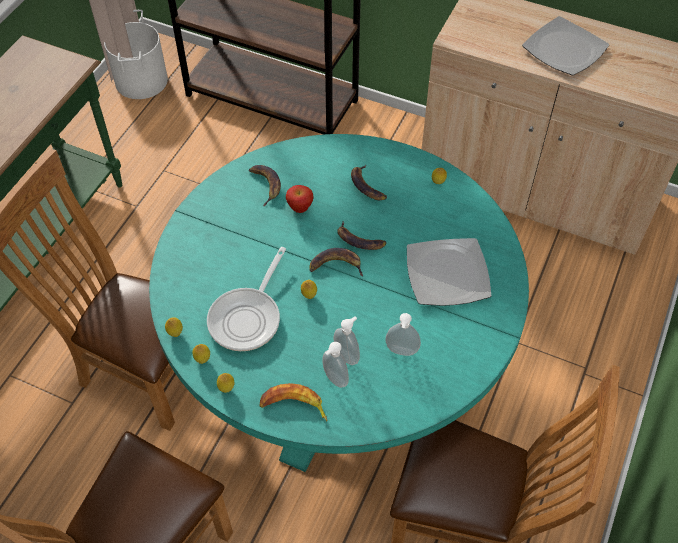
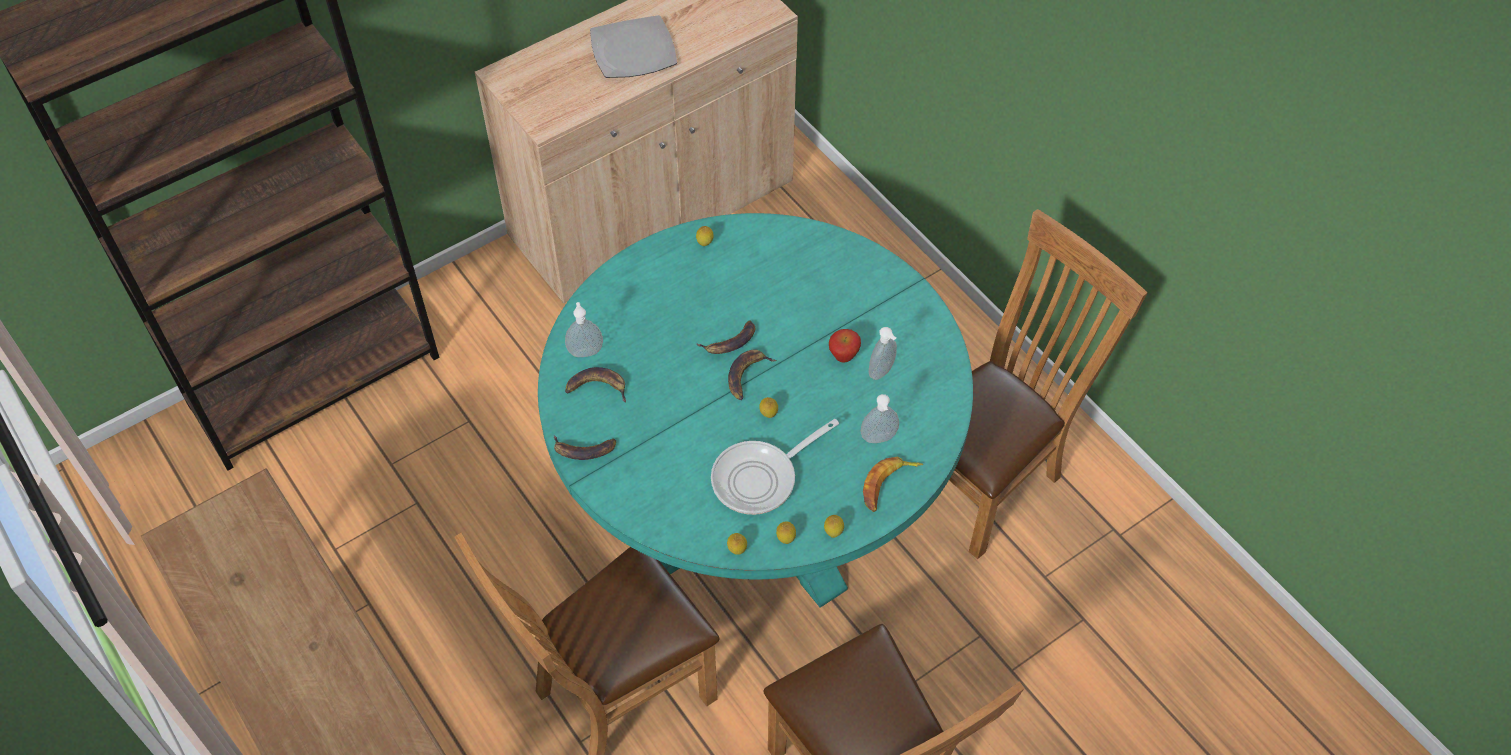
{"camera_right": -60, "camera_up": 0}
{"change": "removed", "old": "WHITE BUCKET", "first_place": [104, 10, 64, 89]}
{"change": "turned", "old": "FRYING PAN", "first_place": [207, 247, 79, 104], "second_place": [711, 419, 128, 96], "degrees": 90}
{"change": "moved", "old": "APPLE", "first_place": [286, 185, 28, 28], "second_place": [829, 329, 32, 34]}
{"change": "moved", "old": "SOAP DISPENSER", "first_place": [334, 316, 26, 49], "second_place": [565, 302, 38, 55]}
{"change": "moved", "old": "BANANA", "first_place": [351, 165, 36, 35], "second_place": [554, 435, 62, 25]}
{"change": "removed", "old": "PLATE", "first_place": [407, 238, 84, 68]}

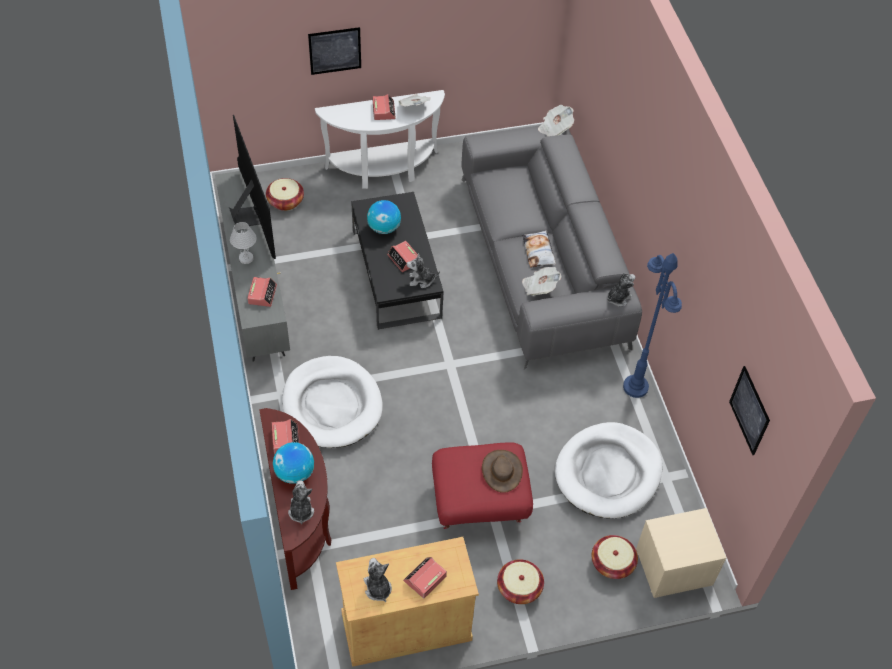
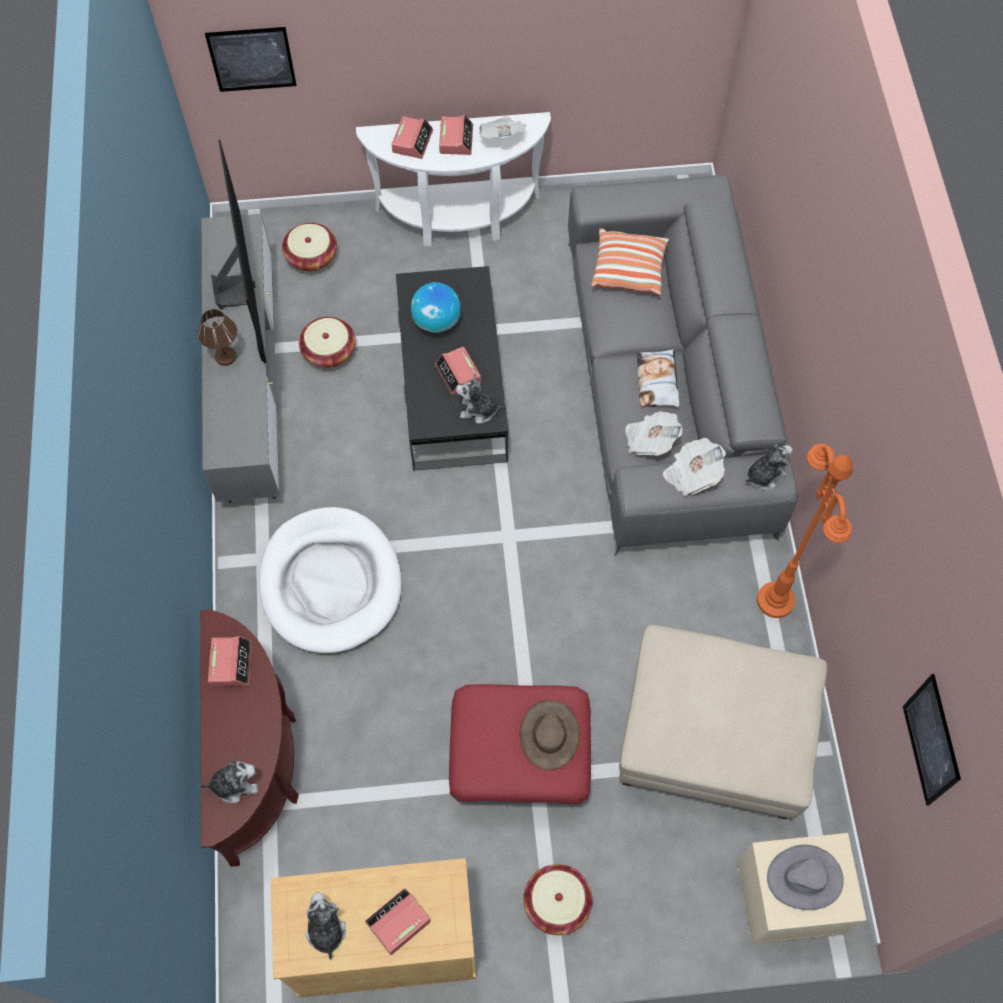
{"camera_right": 10, "camera_up": 10}
{"change": "recoloured", "old": "WHITE TABLE LAMP", "new": "BROWN TABLE LAMP", "first_place": [230, 222, 27, 42], "second_place": [198, 309, 39, 57]}
{"change": "moved", "old": "ALARM CLOCK", "first_place": [247, 277, 30, 30], "second_place": [392, 116, 41, 43]}
{"change": "removed", "old": "GLOBE", "first_place": [273, 442, 41, 42]}
{"change": "turned", "old": "PLUSH TOY", "first_place": [288, 480, 26, 44], "second_place": [199, 761, 60, 42], "degrees": 75}
{"change": "moved", "old": "PICTURE", "first_place": [308, 27, 53, 48], "second_place": [205, 27, 92, 65]}
{"change": "moved", "old": "NEWSPAPER", "first_place": [538, 105, 36, 31], "second_place": [663, 438, 63, 58]}
{"change": "replaced", "old": "WHITE DOG BED", "new": "BEIGE OTTOMAN", "first_place": [555, 422, 108, 97], "second_place": [619, 625, 208, 194]}
{"change": "moved", "old": "BASKET", "first_place": [591, 535, 47, 44], "second_place": [299, 317, 57, 51]}
{"change": "recoloured", "old": "BLUE FLOOR LAMP", "new": "ORANGE FLOOR LAMP", "first_place": [623, 253, 59, 145], "second_place": [757, 444, 96, 174]}
{"change": "added", "new": "PILLOW", "second_place": [591, 228, 78, 67]}
{"change": "added", "new": "GREY HAT", "second_place": [767, 845, 77, 65]}

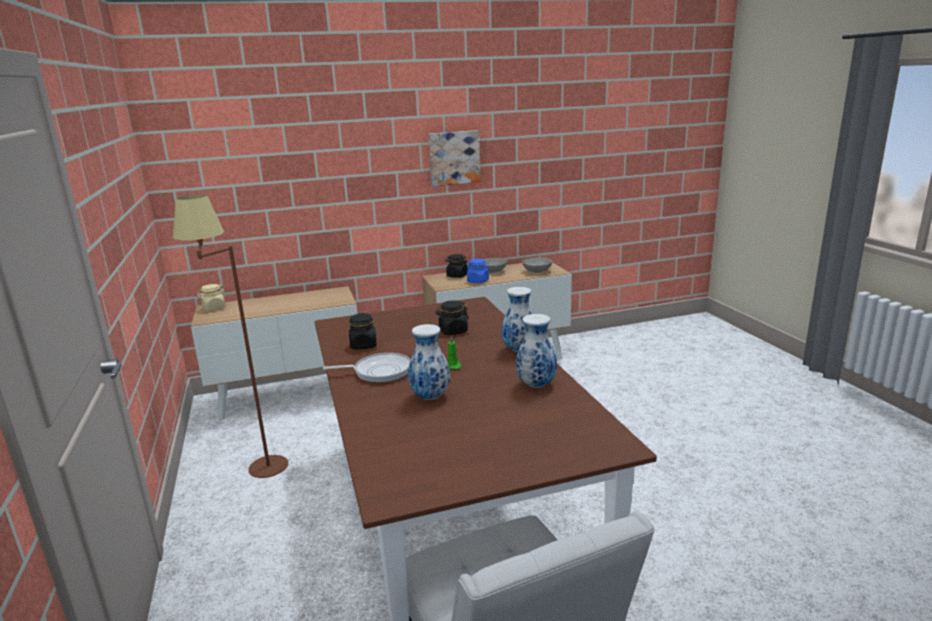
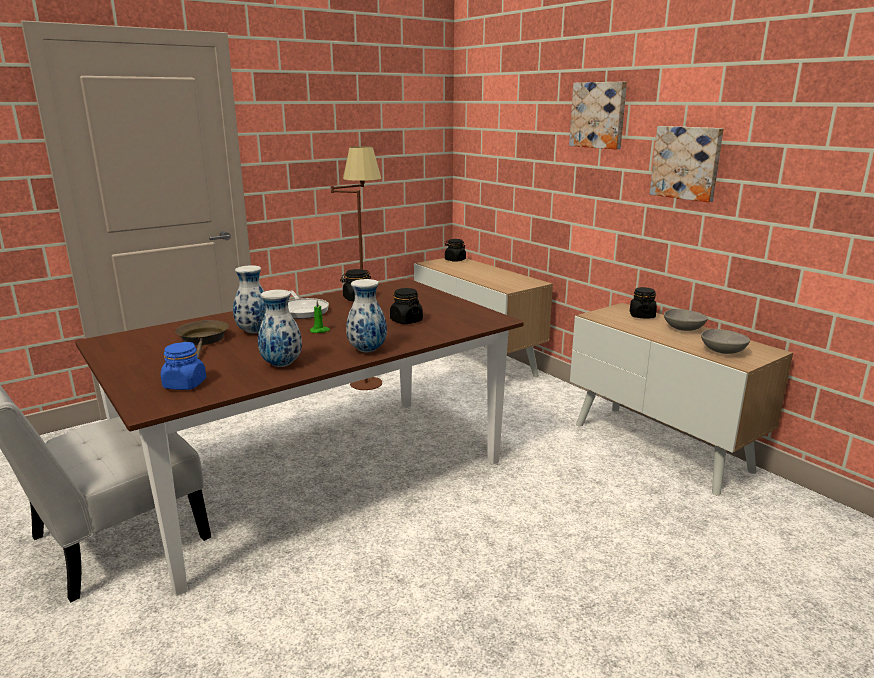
{"camera_right": 70, "camera_up": 0}
{"change": "recoloured", "old": "BEIGE JAR", "new": "BLACK JAR", "first_place": [197, 284, 29, 27], "second_place": [445, 239, 21, 23]}
{"change": "moved", "old": "BLUE JAR", "first_place": [466, 259, 24, 24], "second_place": [161, 342, 45, 48]}
{"change": "added", "new": "BROWN FRYING PAN", "second_place": [175, 320, 54, 39]}
{"change": "added", "new": "PICTURE", "second_place": [569, 82, 58, 67]}

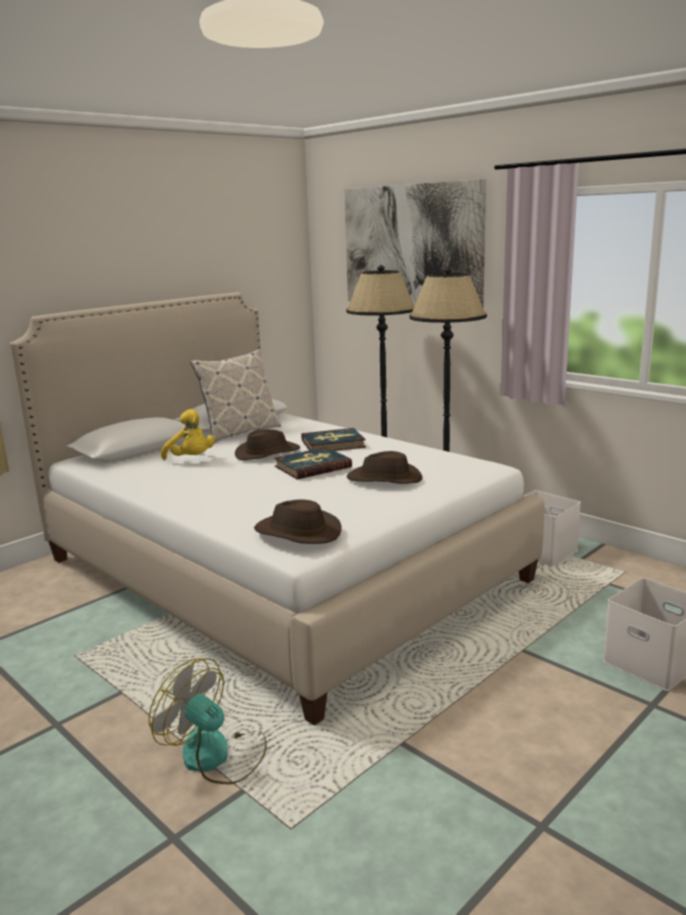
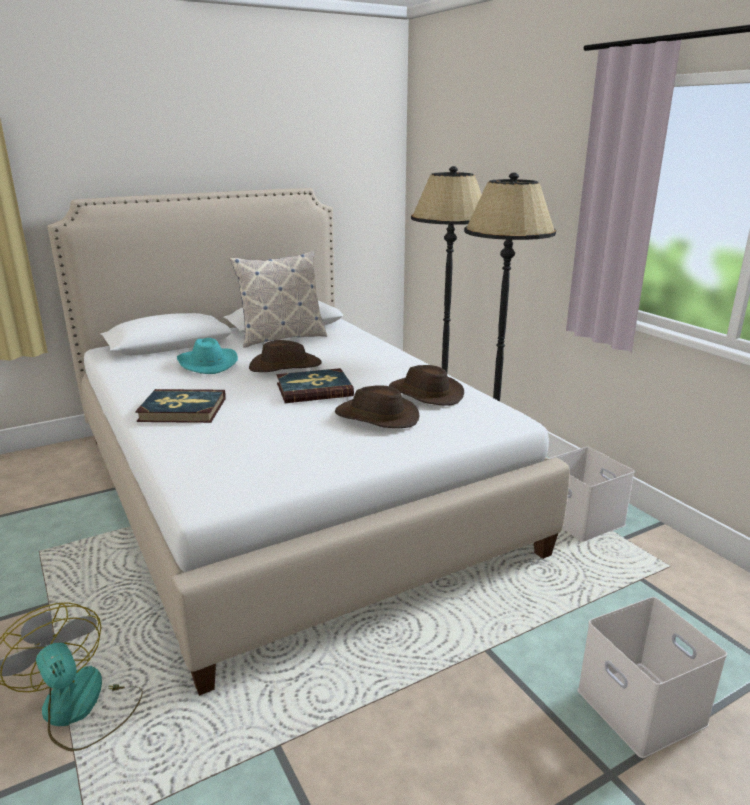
{"camera_right": 15, "camera_up": 5}
{"change": "replaced", "old": "YELLOW PLUSH TOY", "new": "TURQUOISE HAT", "first_place": [161, 409, 54, 51], "second_place": [177, 338, 61, 36]}
{"change": "moved", "old": "BROWN HAT", "first_place": [254, 499, 87, 45], "second_place": [389, 365, 75, 41]}
{"change": "moved", "old": "BOOK", "first_place": [301, 428, 65, 23], "second_place": [135, 389, 91, 34]}
{"change": "removed", "old": "PICTURE", "first_place": [344, 179, 142, 128]}

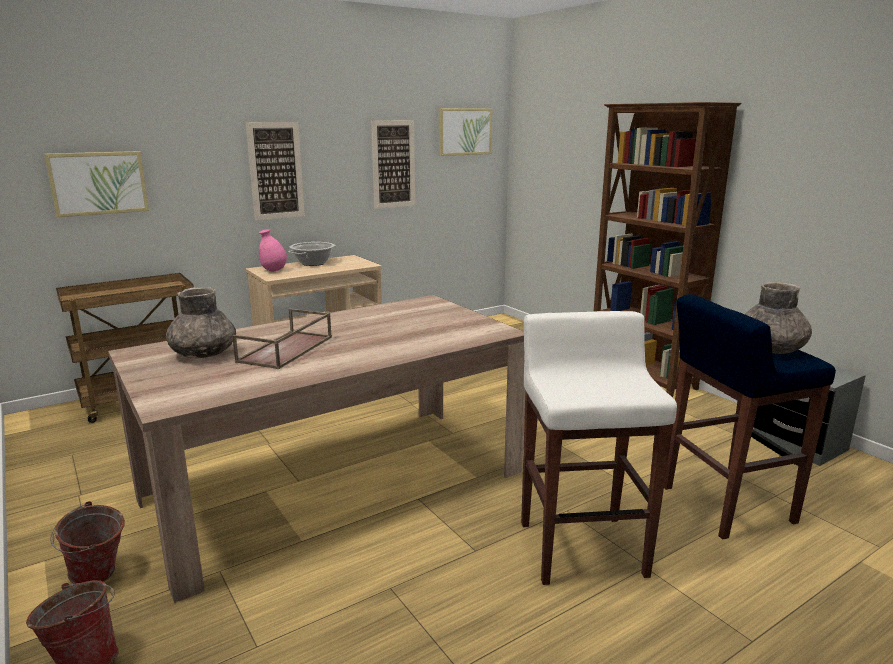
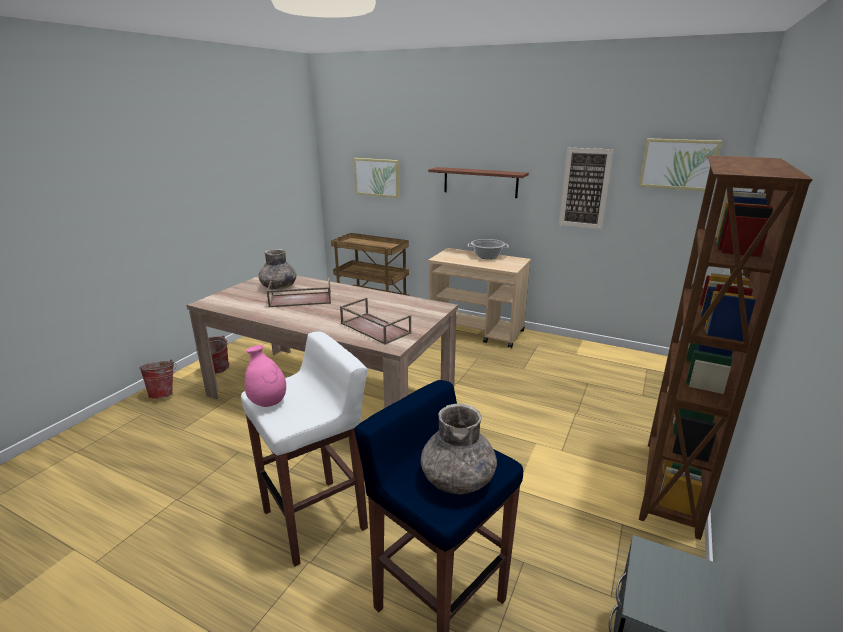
{"camera_right": 60, "camera_up": 5}
{"change": "replaced", "old": "PICTURE", "new": "SHELF", "first_place": [246, 122, 59, 98], "second_place": [428, 167, 101, 31]}
{"change": "moved", "old": "PINK VASE", "first_place": [259, 229, 28, 43], "second_place": [245, 345, 41, 62]}
{"change": "added", "new": "BROWN TRAY", "second_place": [340, 298, 72, 47]}

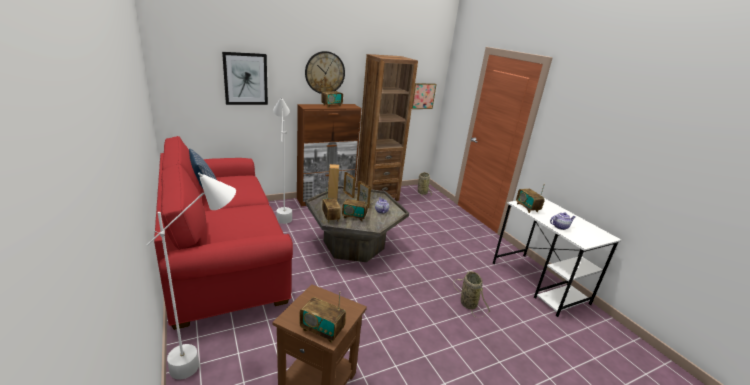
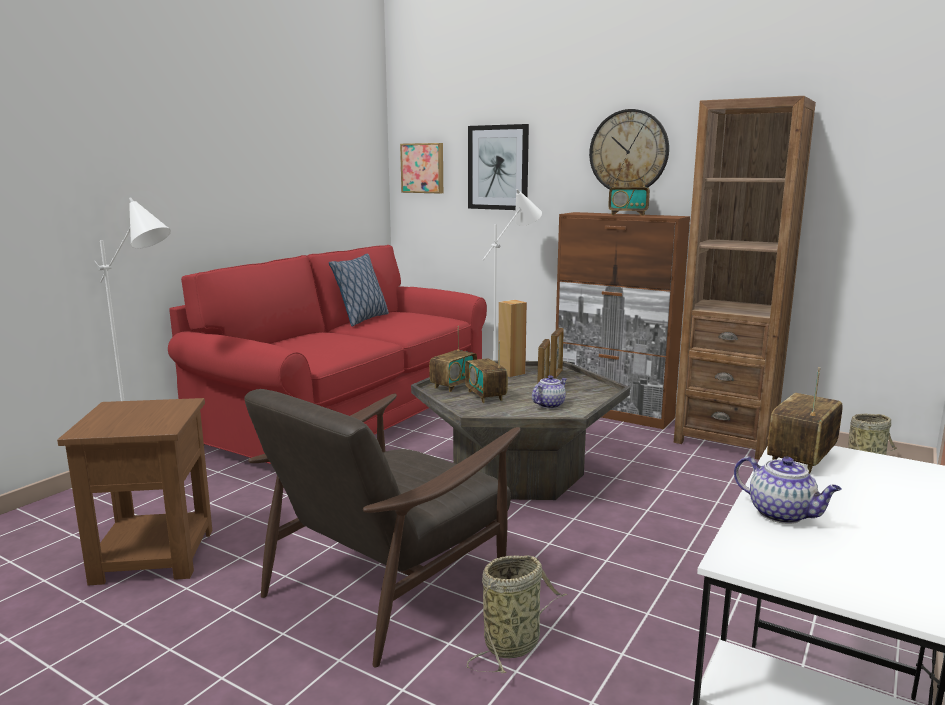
{"camera_right": 60, "camera_up": -10}
{"change": "removed", "old": "RADIO", "first_place": [299, 292, 47, 51]}
{"change": "moved", "old": "PICTURE", "first_place": [412, 83, 24, 26], "second_place": [400, 143, 43, 51]}
{"change": "added", "new": "BROWN ARMCHAIR", "second_place": [244, 389, 277, 278]}

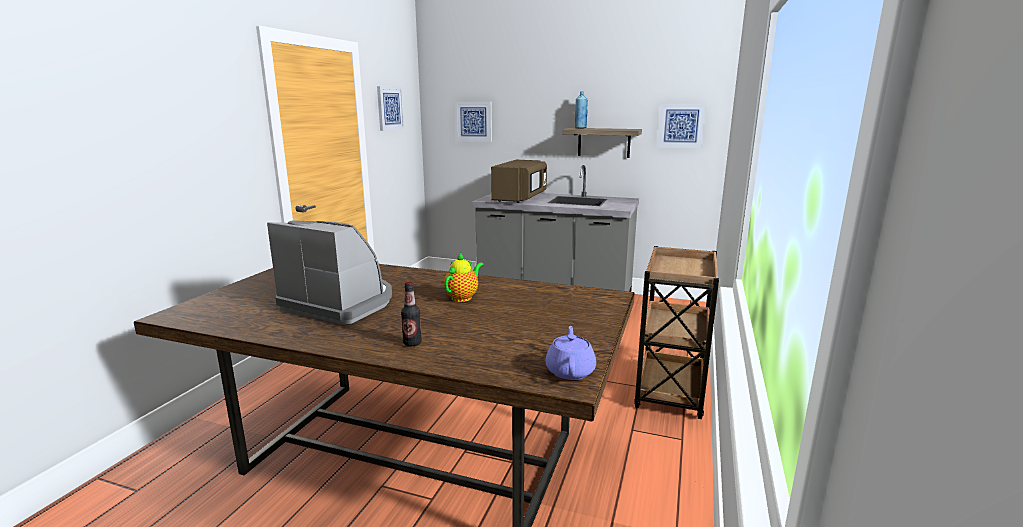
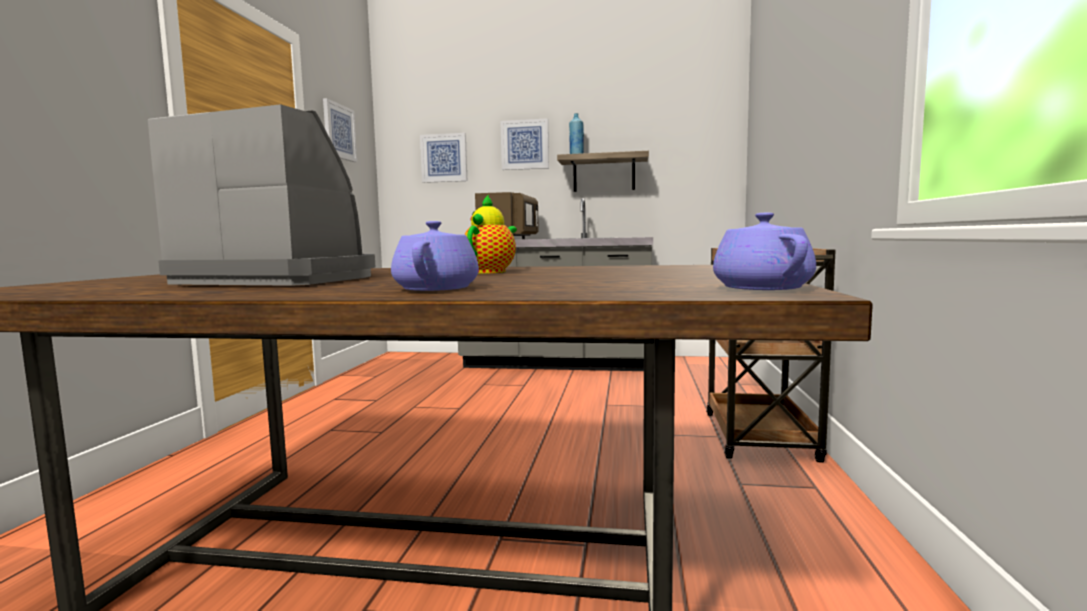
{"camera_right": -10, "camera_up": -10}
{"change": "replaced", "old": "BOTTLE", "new": "PURPLE TEAPOT", "first_place": [401, 282, 21, 64], "second_place": [391, 221, 88, 70]}
{"change": "moved", "old": "PICTURE", "first_place": [657, 103, 50, 45], "second_place": [500, 118, 49, 52]}

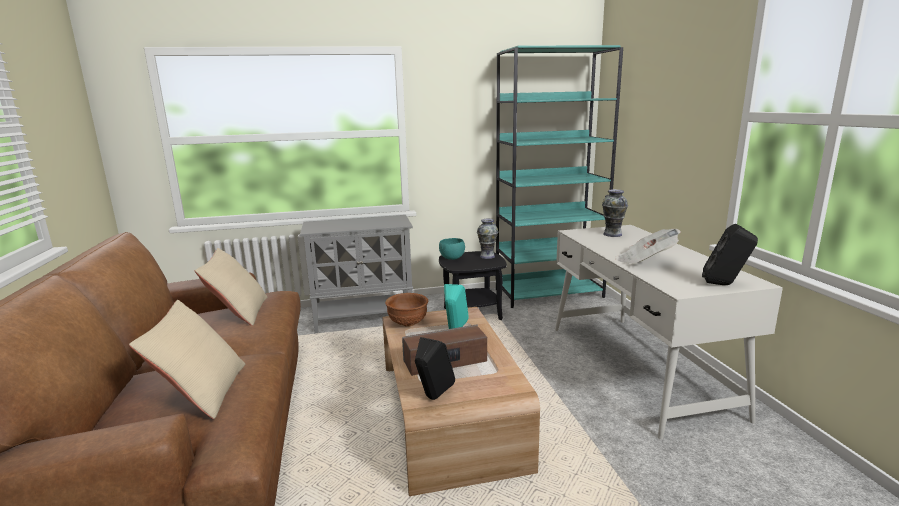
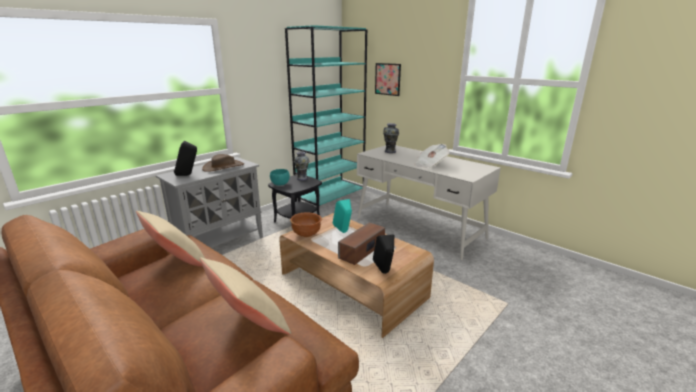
{"camera_right": -35, "camera_up": 5}
{"change": "moved", "old": "BLACK SPEAKER", "first_place": [702, 224, 56, 61], "second_place": [174, 141, 23, 35]}
{"change": "added", "new": "BROWN HAT", "second_place": [202, 154, 42, 18]}
{"change": "added", "new": "PICTURE", "second_place": [375, 63, 26, 33]}

